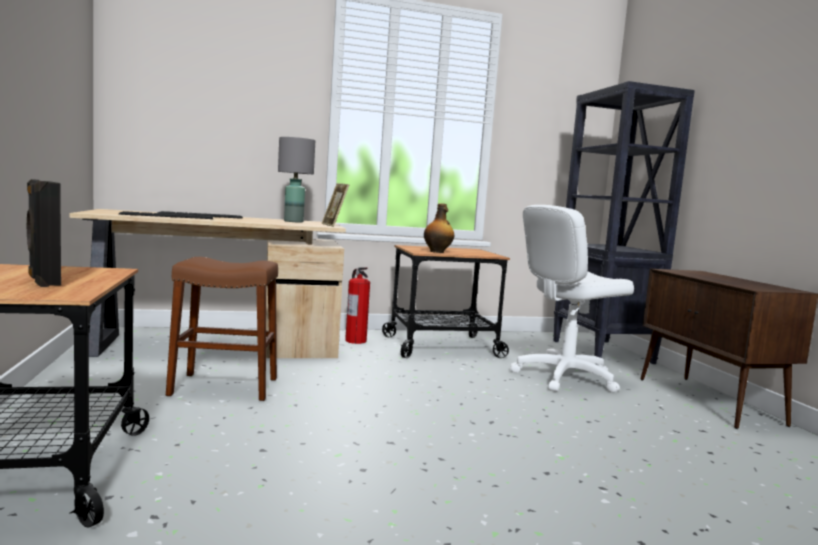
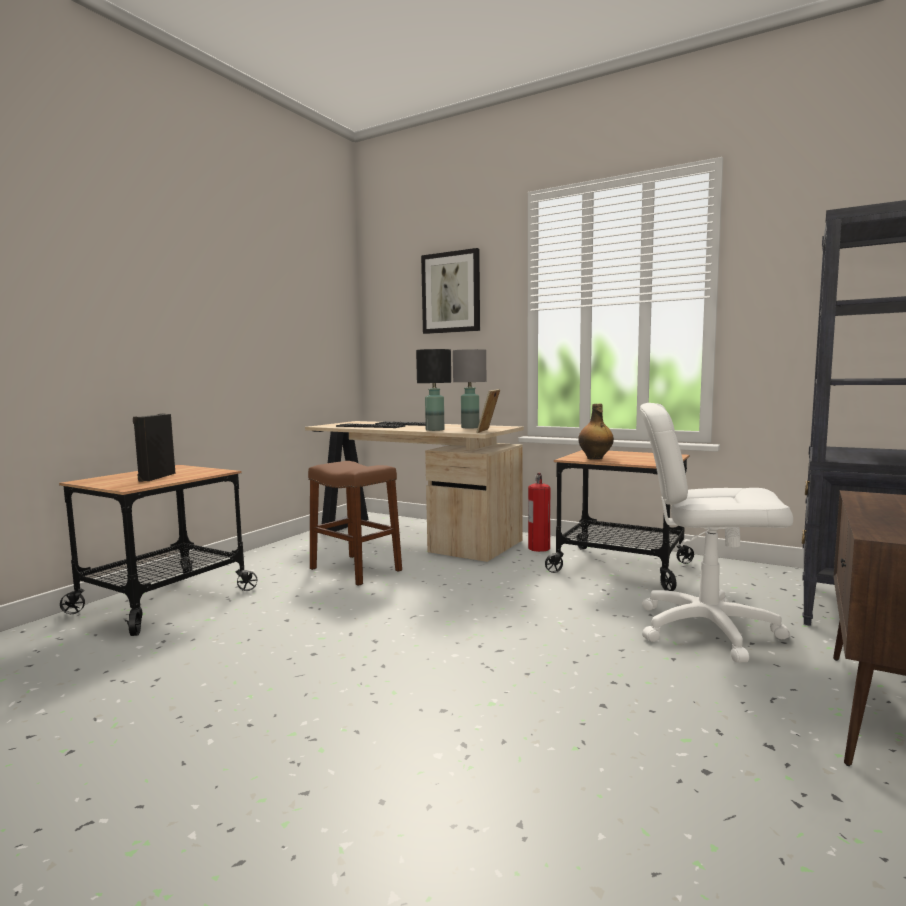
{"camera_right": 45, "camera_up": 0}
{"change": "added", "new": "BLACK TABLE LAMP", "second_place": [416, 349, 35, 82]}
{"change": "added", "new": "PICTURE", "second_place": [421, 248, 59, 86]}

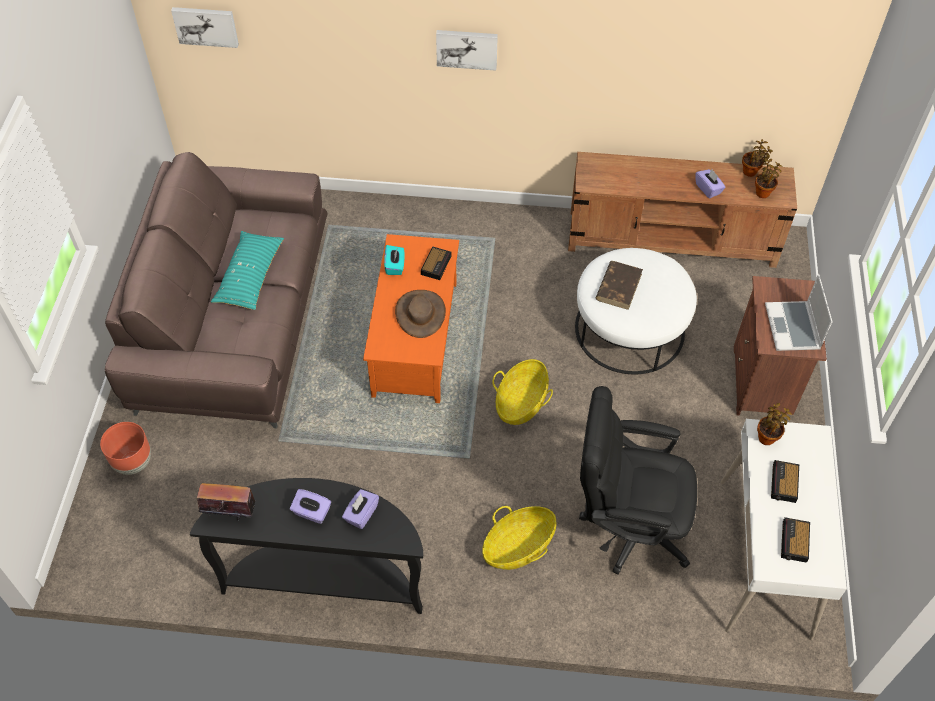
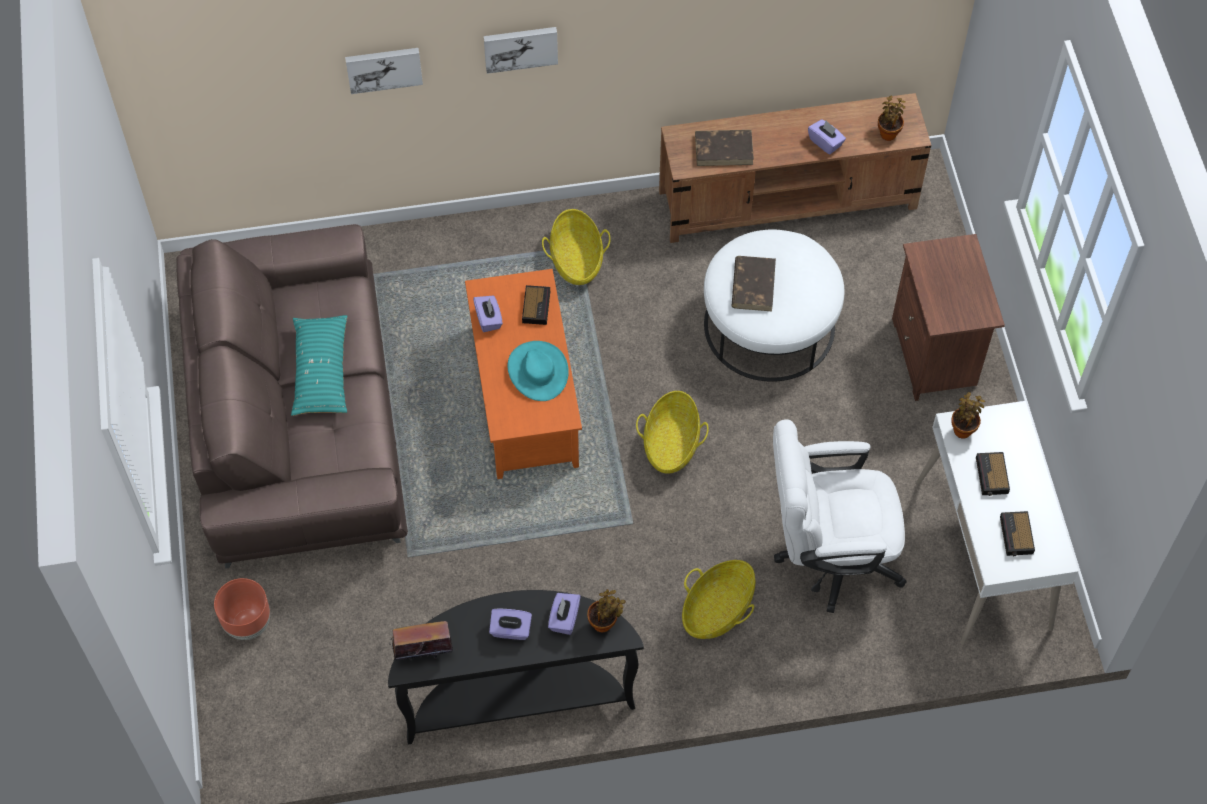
{"camera_right": -15, "camera_up": 5}
{"change": "moved", "old": "PICTURE", "first_place": [171, 7, 68, 41], "second_place": [345, 48, 78, 46]}
{"change": "recoloured", "old": "TURQUOISE TISSUE BOX", "new": "PURPLE TISSUE BOX", "first_place": [384, 245, 20, 30], "second_place": [473, 296, 30, 36]}
{"change": "recoloured", "old": "BROWN HAT", "new": "TURQUOISE HAT", "first_place": [395, 290, 51, 48], "second_place": [508, 341, 61, 60]}
{"change": "recoloured", "old": "BLACK OFFICE CHAIR", "new": "WHITE OFFICE CHAIR", "first_place": [579, 386, 118, 189], "second_place": [773, 419, 134, 194]}
{"change": "moved", "old": "POTTED PLANT", "first_place": [742, 139, 31, 38], "second_place": [587, 589, 39, 43]}
{"change": "removed", "old": "LAPTOP", "first_place": [765, 274, 68, 77]}
{"change": "added", "new": "BASKET", "second_place": [542, 209, 69, 76]}
{"change": "added", "new": "BROWN BOOK", "second_place": [695, 130, 59, 36]}

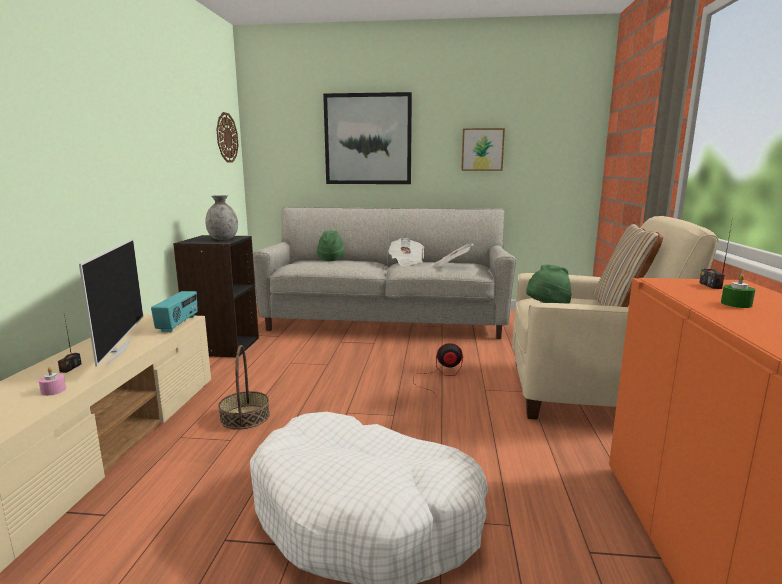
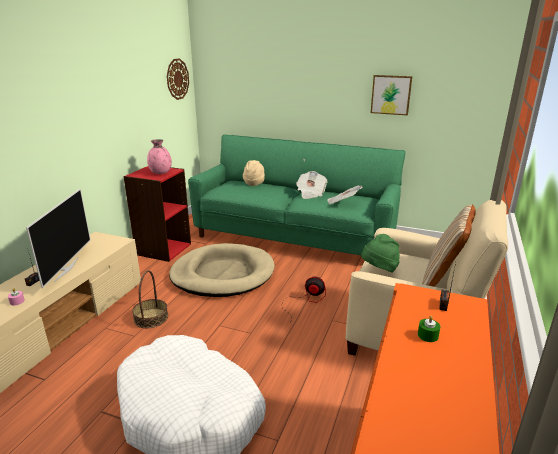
{"camera_right": 15, "camera_up": 10}
{"change": "removed", "old": "RADIO", "first_place": [151, 291, 47, 42]}
{"change": "recoloured", "old": "BLACK BOOKCASE", "new": "RED BOOKCASE", "first_place": [173, 235, 86, 122], "second_place": [123, 166, 68, 96]}
{"change": "recoloured", "old": "GREY VASE", "new": "PINK VASE", "first_place": [205, 195, 33, 45], "second_place": [147, 139, 25, 35]}
{"change": "recoloured", "old": "GREY SOFA", "new": "GREEN SOFA", "first_place": [253, 207, 263, 132], "second_place": [188, 135, 217, 120]}
{"change": "recoloured", "old": "GREEN HAT", "new": "BEIGE HAT", "first_place": [317, 230, 27, 31], "second_place": [243, 160, 22, 26]}
{"change": "removed", "old": "PICTURE", "first_place": [323, 92, 89, 92]}
{"change": "added", "new": "BEIGE DOG BED", "second_place": [169, 243, 106, 54]}

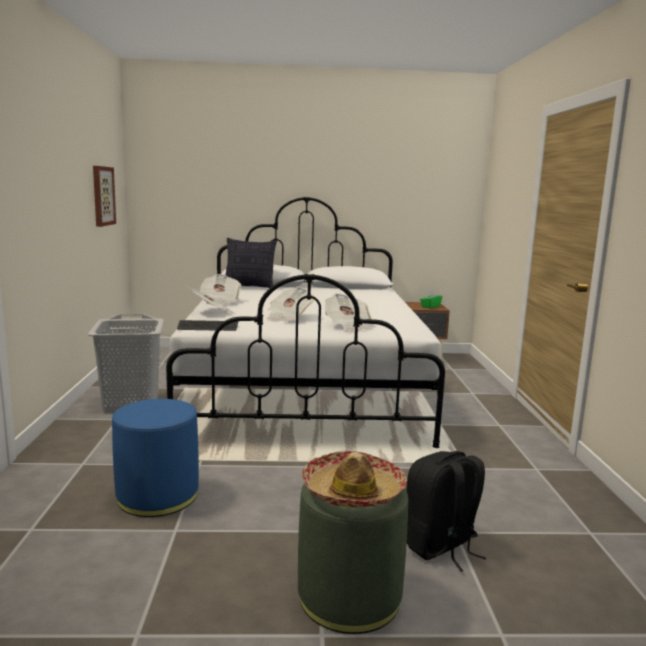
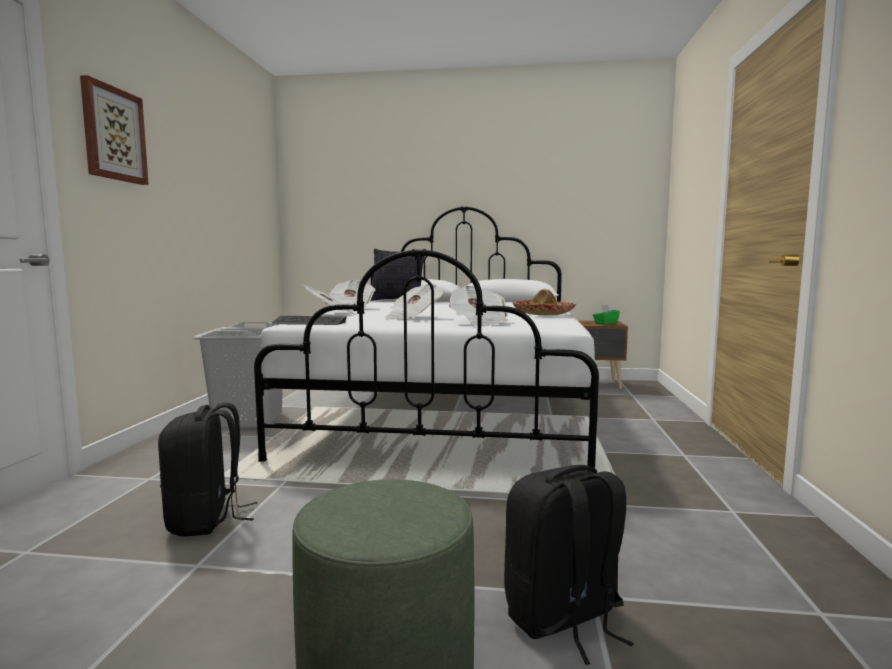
{"camera_right": 10, "camera_up": -5}
{"change": "moved", "old": "PICTURE", "first_place": [93, 166, 23, 61], "second_place": [80, 75, 69, 110]}
{"change": "replaced", "old": "BLUE OTTOMAN", "new": "BLACK BACKPACK", "first_place": [112, 399, 87, 118], "second_place": [158, 402, 99, 135]}
{"change": "moved", "old": "HAT", "first_place": [302, 451, 105, 57], "second_place": [512, 289, 64, 26]}

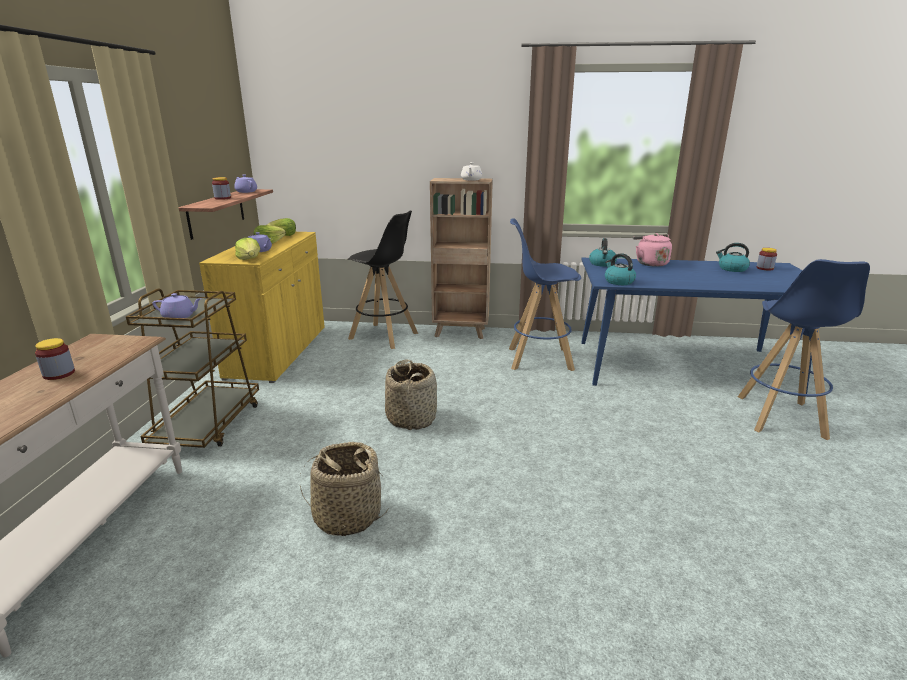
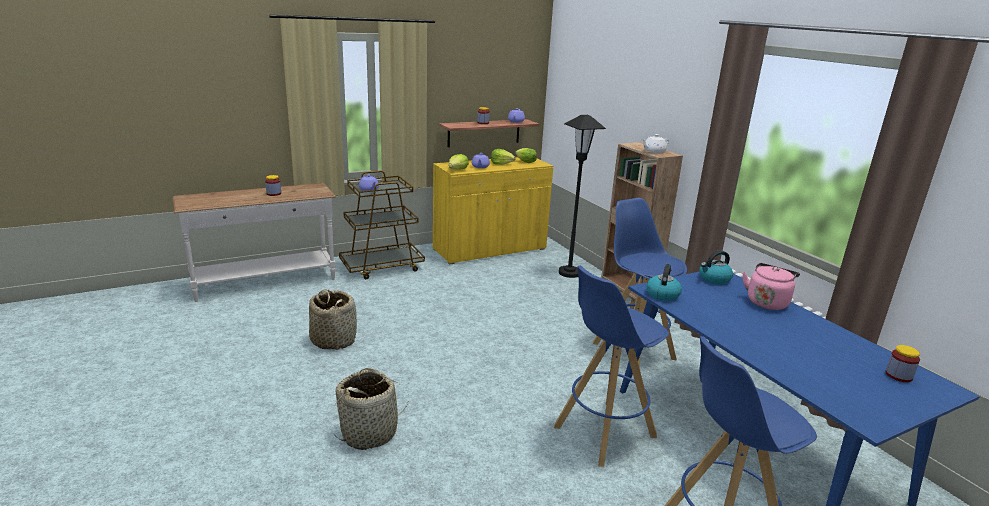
{"camera_right": 55, "camera_up": 0}
{"change": "replaced", "old": "BLACK STOOL", "new": "BLACK FLOOR LAMP", "first_place": [347, 211, 71, 138], "second_place": [559, 115, 47, 163]}
{"change": "moved", "old": "BASKET", "first_place": [385, 359, 52, 71], "second_place": [334, 368, 75, 82]}
{"change": "removed", "old": "KETTLE", "first_place": [716, 243, 34, 29]}
{"change": "added", "new": "BLUE STOOL", "second_place": [554, 266, 115, 201]}

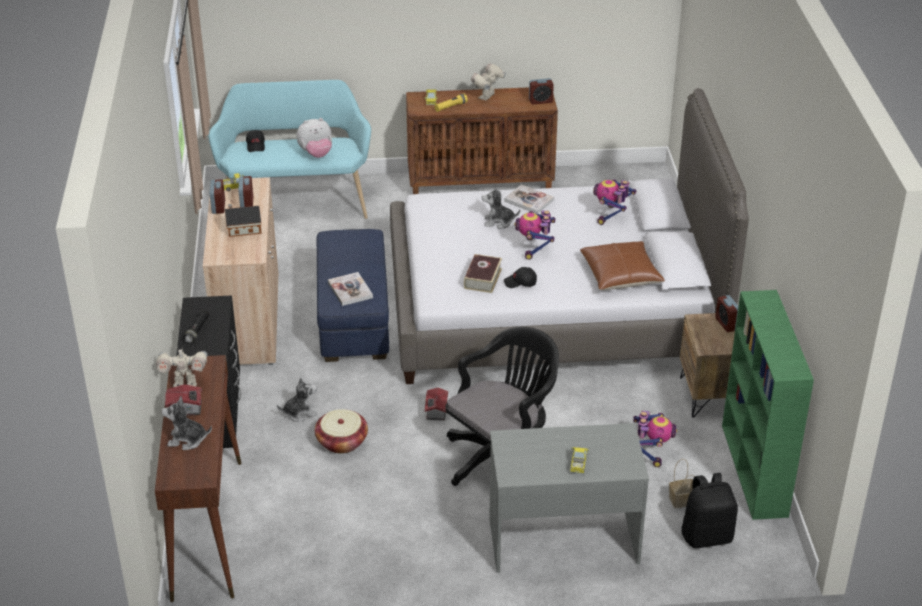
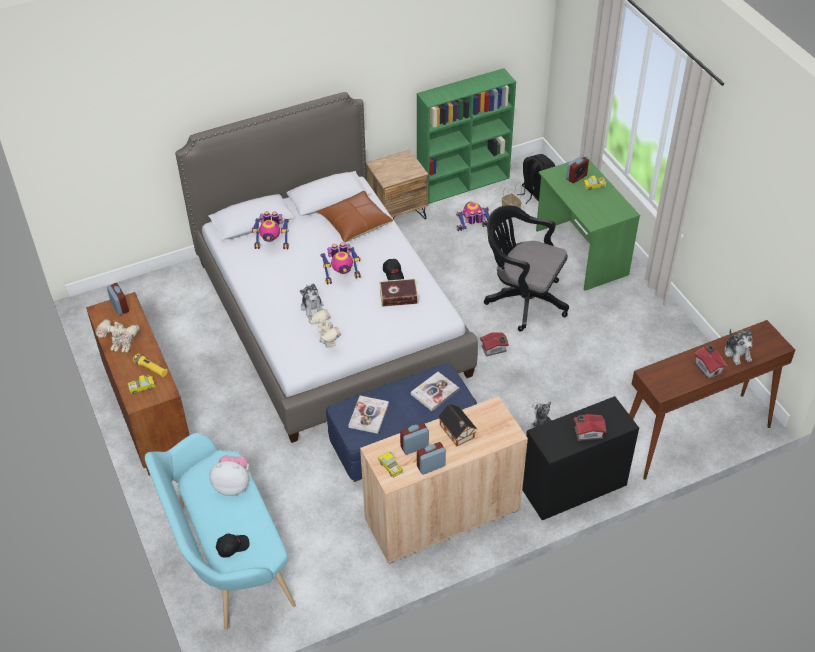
{"camera_right": -110, "camera_up": 10}
{"change": "moved", "old": "TOY ROBOT", "first_place": [156, 346, 51, 41], "second_place": [309, 309, 32, 39]}
{"change": "replaced", "old": "BLACK FLASHLIGHT", "new": "TOY HOUSE", "first_place": [183, 310, 27, 34], "second_place": [573, 414, 33, 27]}
{"change": "turned", "old": "PLUSH TOY", "first_place": [297, 118, 35, 40], "second_place": [209, 455, 41, 41], "degrees": -45}
{"change": "removed", "old": "BASKET", "first_place": [315, 409, 53, 44]}
{"change": "recoloured", "old": "GREY DESK", "new": "GREEN DESK", "first_place": [489, 423, 160, 150], "second_place": [536, 156, 104, 135]}
{"change": "moved", "old": "BOOK", "first_place": [504, 185, 50, 29], "second_place": [348, 396, 41, 38]}
{"change": "moved", "old": "ALARM CLOCK", "first_place": [715, 295, 23, 37], "second_place": [566, 156, 23, 27]}

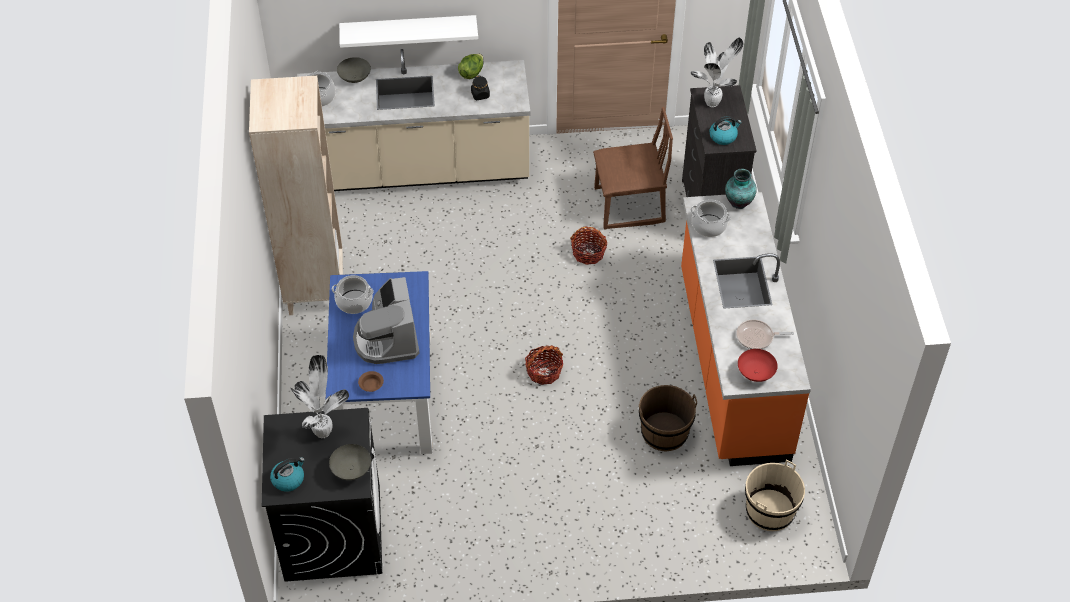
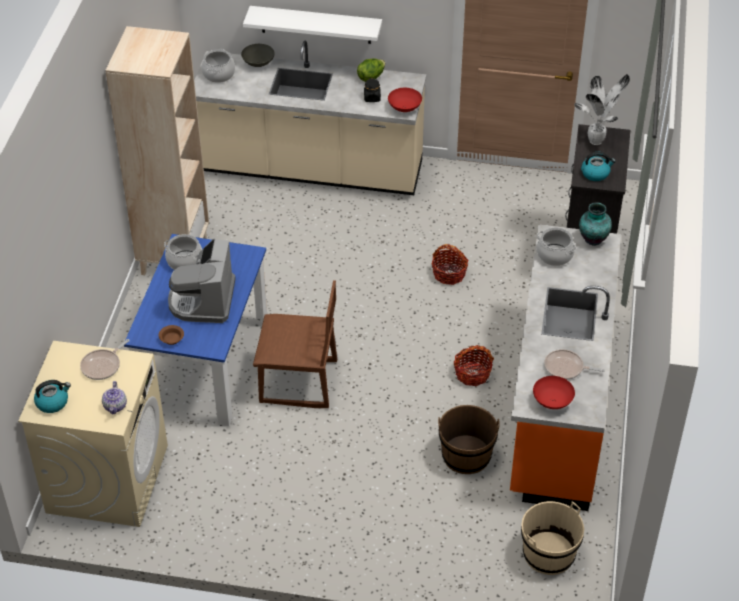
{"camera_right": 15, "camera_up": -5}
{"change": "recoloured", "old": "BLACK WASHING MACHINE", "new": "BEIGE WASHING MACHINE", "first_place": [262, 408, 120, 174], "second_place": [18, 341, 150, 186]}
{"change": "replaced", "old": "POTTED PLANT", "new": "FRYING PAN", "first_place": [290, 355, 59, 83], "second_place": [80, 339, 50, 41]}
{"change": "replaced", "old": "GREY BOWL", "new": "TEAPOT", "first_place": [329, 444, 42, 36], "second_place": [102, 381, 25, 33]}
{"change": "moved", "old": "BASKET", "first_place": [525, 345, 38, 40], "second_place": [454, 345, 40, 41]}
{"change": "moved", "old": "BROWN CHAIR", "first_place": [593, 107, 80, 123], "second_place": [253, 280, 84, 128]}
{"change": "added", "new": "RED BOWL", "second_place": [388, 88, 34, 24]}

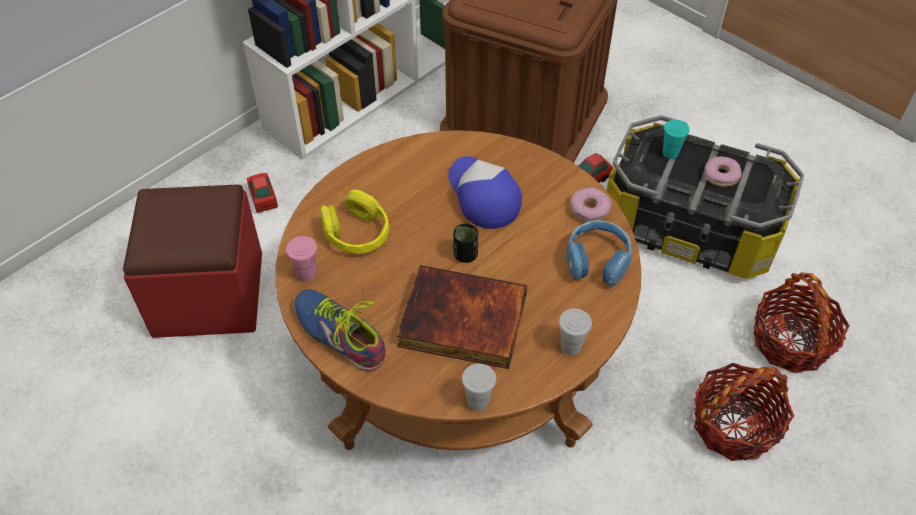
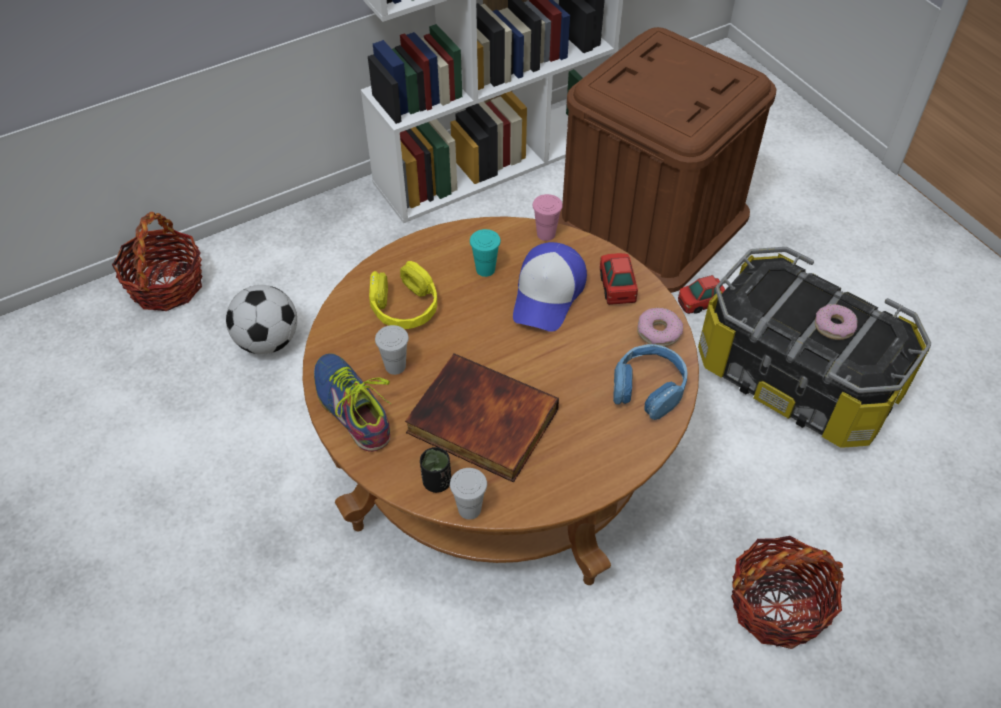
{"camera_right": 15, "camera_up": 0}
{"change": "replaced", "old": "RED OTTOMAN", "new": "FOOTBALL", "first_place": [123, 185, 139, 153], "second_place": [226, 285, 71, 69]}
{"change": "moved", "old": "TOY CAR", "first_place": [247, 173, 31, 40], "second_place": [600, 253, 38, 52]}
{"change": "moved", "old": "PINK CUP", "first_place": [286, 236, 31, 46], "second_place": [533, 194, 30, 47]}
{"change": "turned", "old": "CAP", "first_place": [448, 156, 74, 73], "second_place": [513, 242, 74, 90], "degrees": -150}
{"change": "moved", "old": "BLACK CUP", "first_place": [453, 224, 26, 39], "second_place": [420, 447, 31, 46]}
{"change": "moved", "old": "WHITE CUP", "first_place": [559, 308, 33, 47], "second_place": [375, 325, 34, 50]}
{"change": "moved", "old": "TURQUOISE CUP", "first_place": [663, 120, 27, 39], "second_place": [470, 229, 31, 48]}
{"change": "moved", "old": "BASKET", "first_place": [754, 272, 95, 101], "second_place": [112, 212, 91, 99]}

